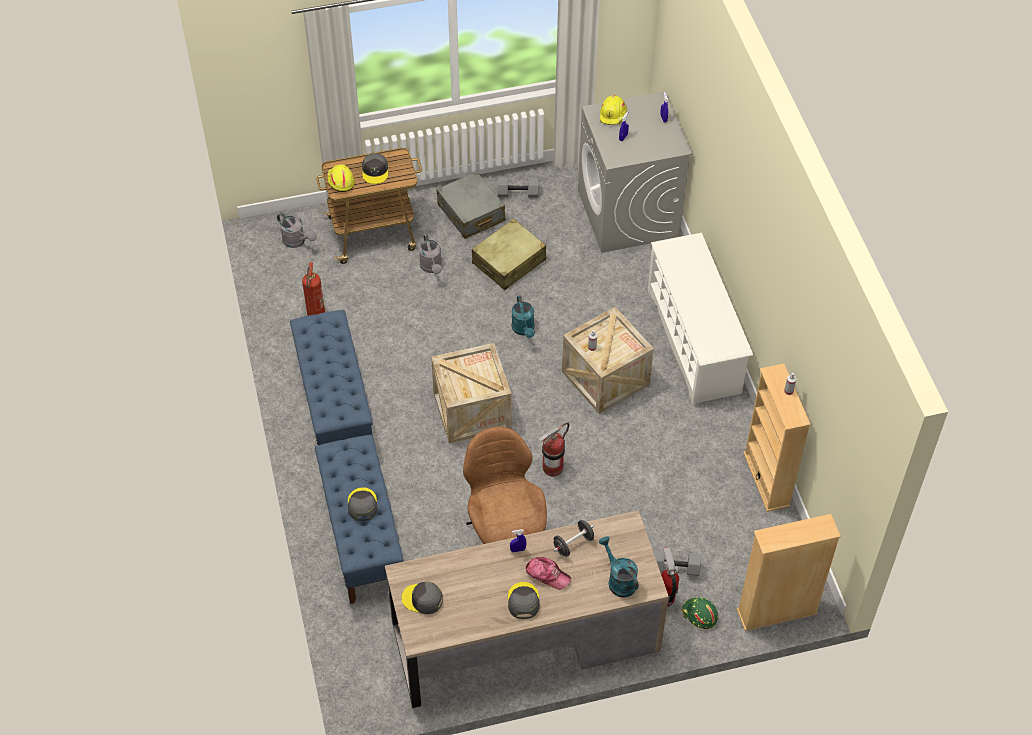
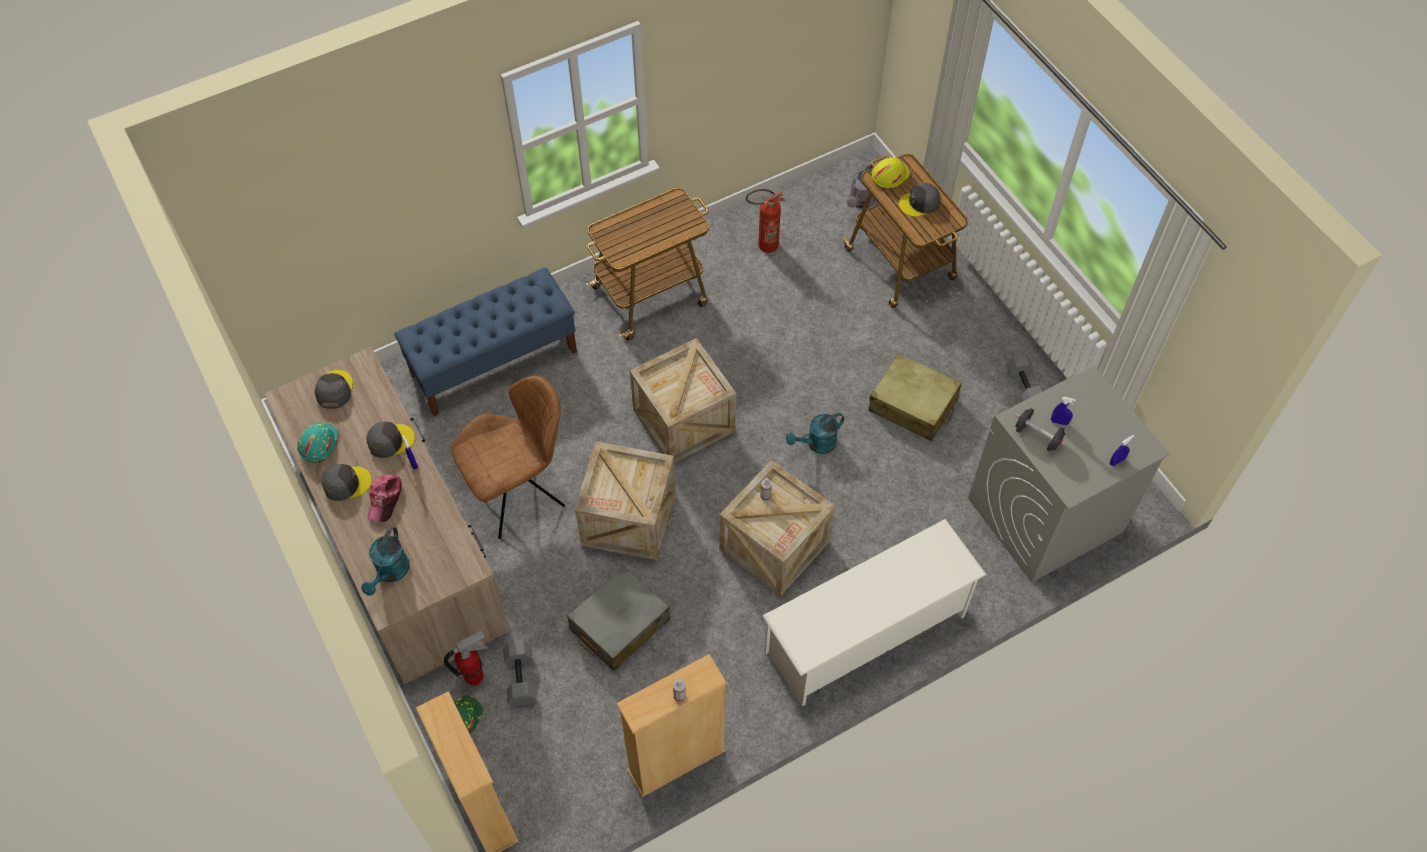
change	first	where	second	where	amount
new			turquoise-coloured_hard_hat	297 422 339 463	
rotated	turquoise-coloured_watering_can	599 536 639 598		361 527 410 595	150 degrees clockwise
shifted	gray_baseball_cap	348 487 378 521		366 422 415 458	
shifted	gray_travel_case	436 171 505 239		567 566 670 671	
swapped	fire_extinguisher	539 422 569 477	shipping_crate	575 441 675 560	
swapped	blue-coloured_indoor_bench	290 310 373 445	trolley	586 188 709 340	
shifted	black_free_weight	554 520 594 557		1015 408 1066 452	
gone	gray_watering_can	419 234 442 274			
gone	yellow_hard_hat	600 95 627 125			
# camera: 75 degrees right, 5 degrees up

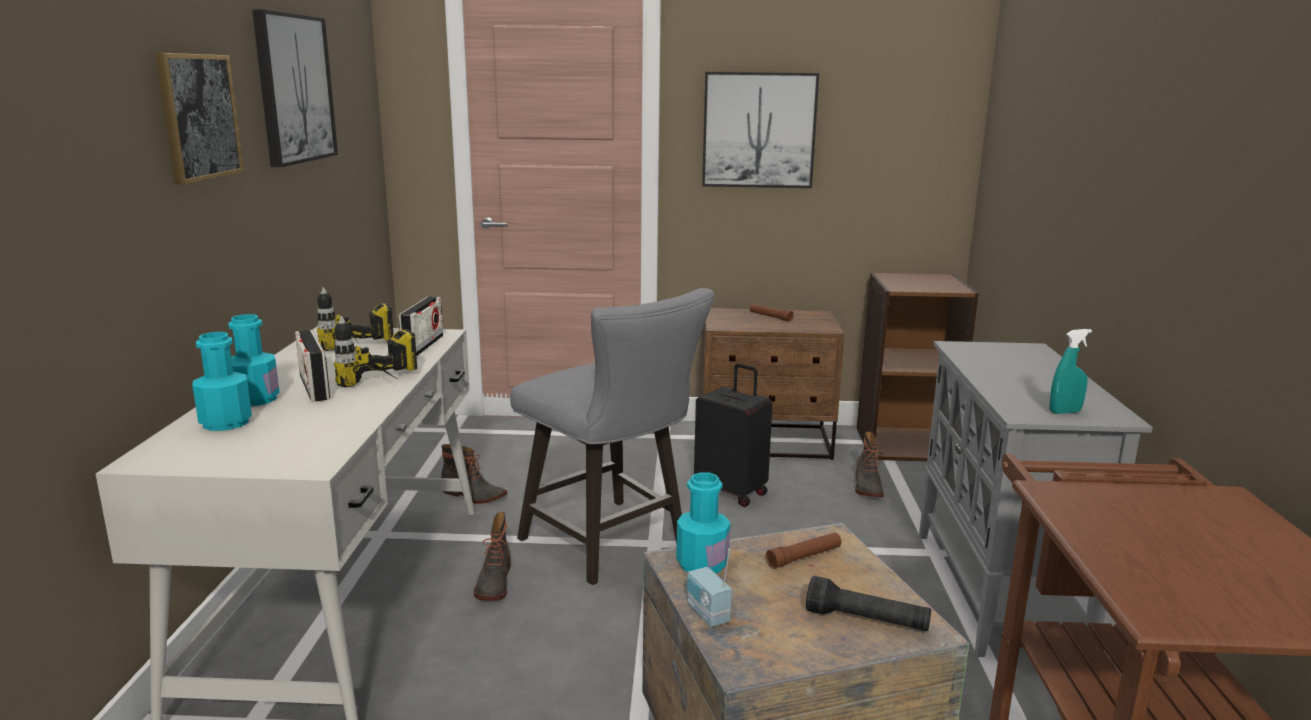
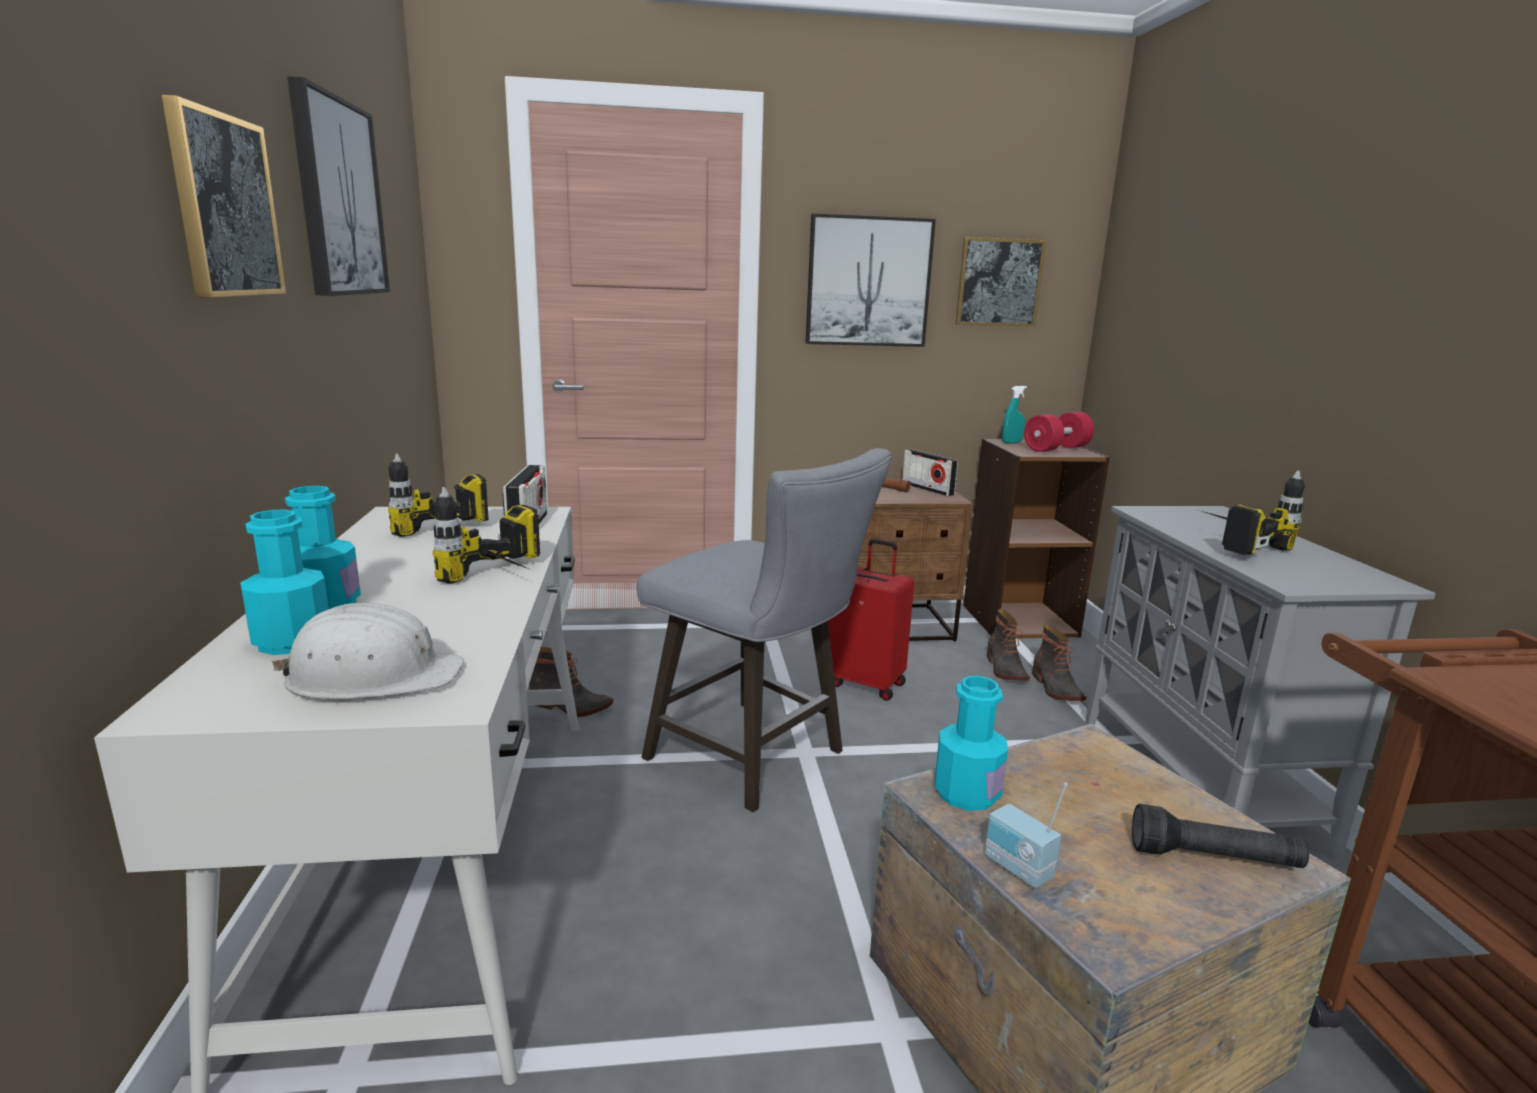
change	first	where	second	where	amount
new			white-coloured_hard_hat	272 603 464 700	
repainted	black_travel_case	694 363 773 507	red_travel_case	828 539 914 701	
shifted	radio_receiver	295 330 330 402		902 449 958 496	
new			picture	955 237 1046 327	
shifted	turquoise-coloured_sprayer	1050 329 1092 414		1002 386 1027 443	
new			red_free_weight	1024 412 1094 452	
shifted	high-top_boot	474 512 511 601		1032 625 1087 701	
new			power_drill	1202 471 1305 555	
gone	brownish_torch	766 532 841 569			
# camera: 10 degrees left, 0 degrees up

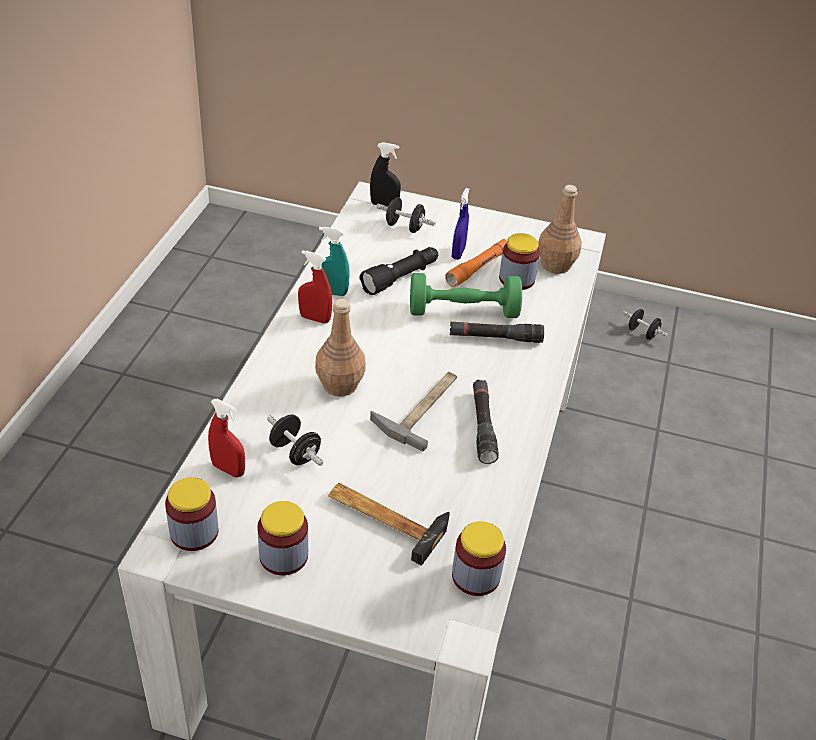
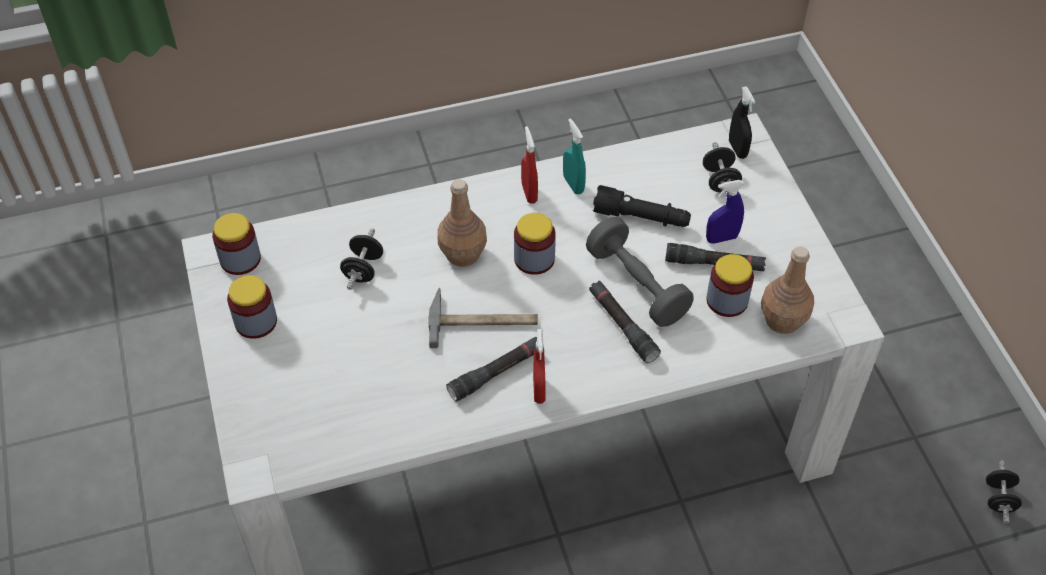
change	first	where	second	where	amount
shifted	preserve_jar	452 521 506 596		514 213 556 275	
shifted	red_sprayer	208 399 245 478		533 329 546 404	
repainted	greenish_free_weight	410 273 522 318	gray_free_weight	586 217 694 327	
repainted	orangey_torch	445 239 507 287	black_torch	665 243 766 272	
gone	hand_hammer	328 483 450 566			
# camera: 60 degrees right, 10 degrees up

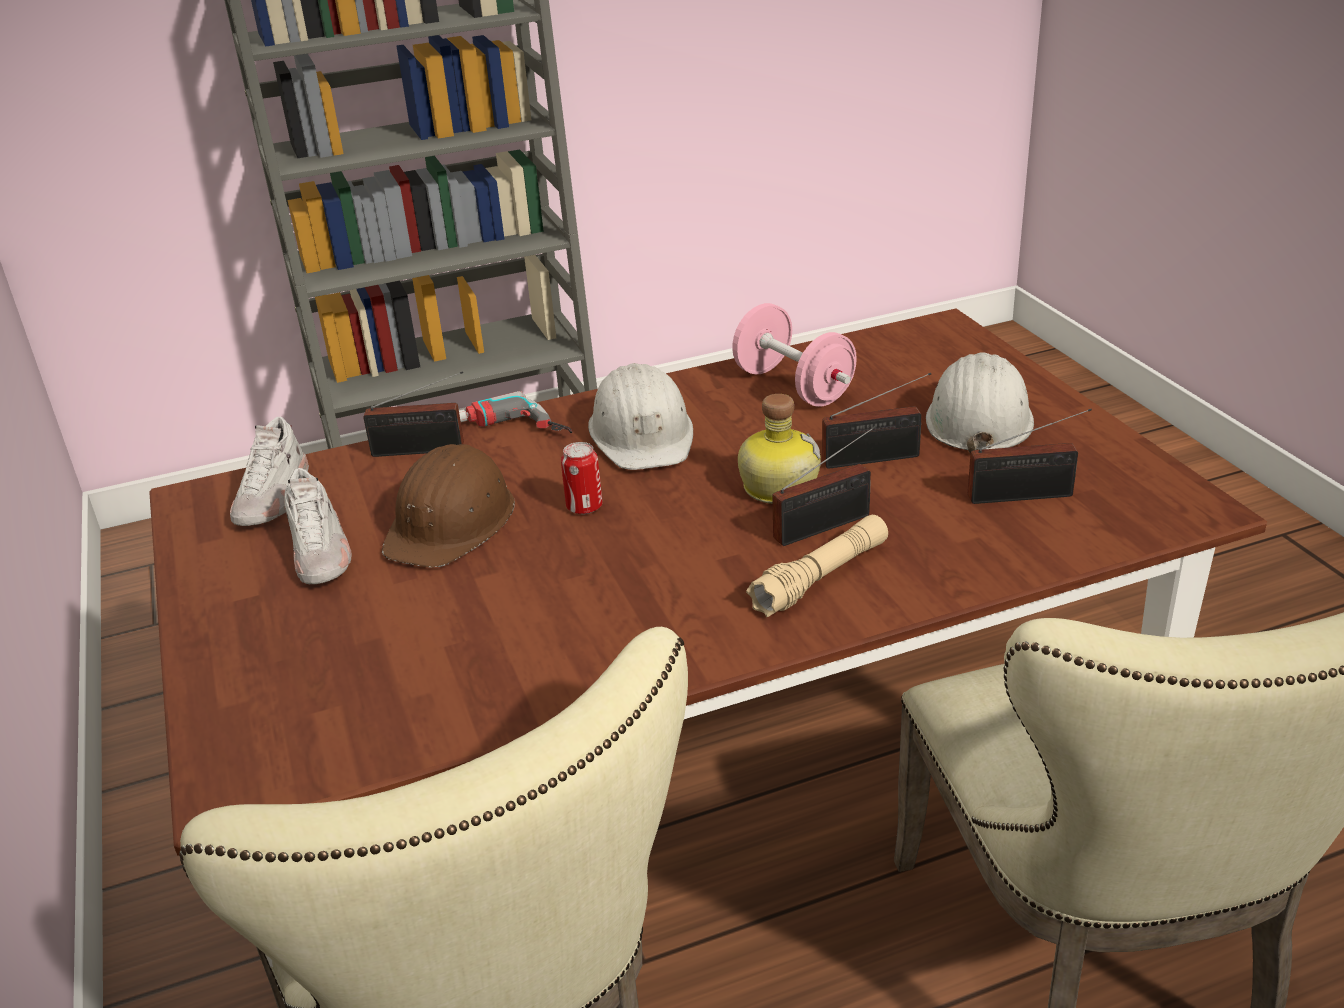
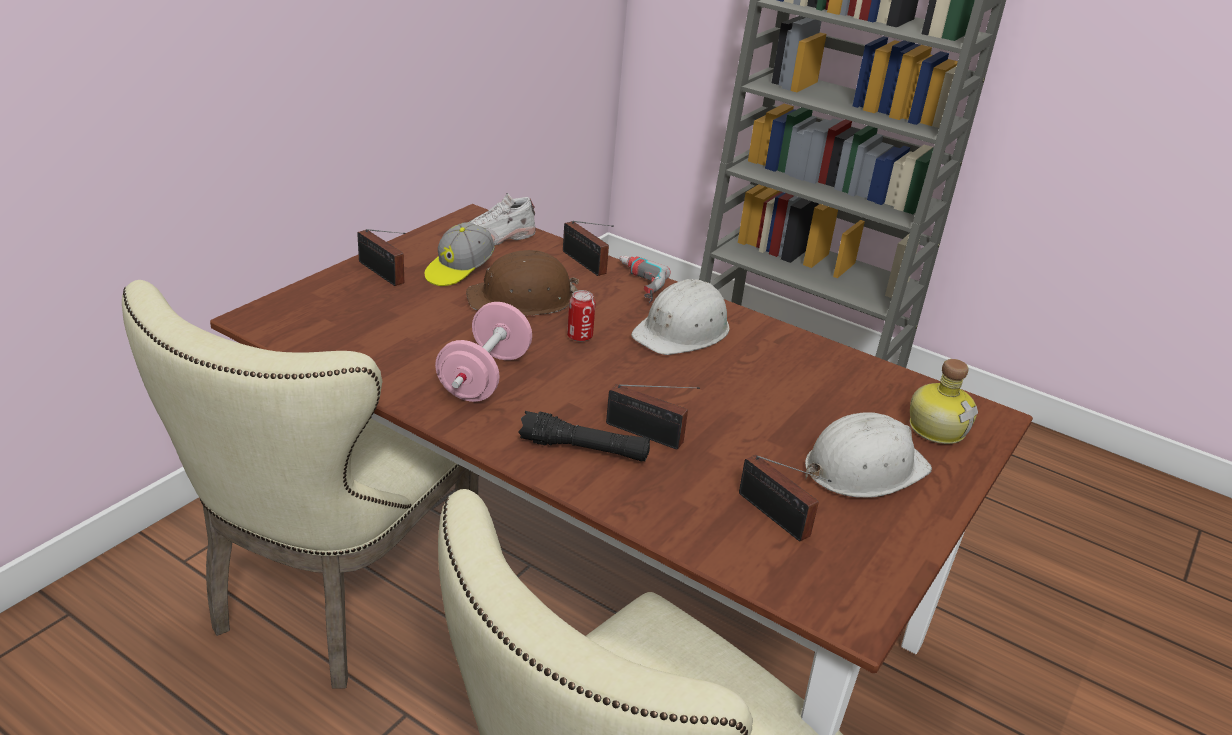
change	first	where	second	where	amount
shifted	radio_receiver	822 373 931 469		357 229 405 286	
swapped	white-coloured_shoe	284 468 352 584	baseball_cap	425 222 495 286	
shifted	pinkish_free_weight	732 303 857 407		435 302 532 402	
repainted	sand-coloured_torch	746 515 888 617	black_torch	519 411 650 462	
shifted	bottle	738 394 821 504		910 359 978 444	
# camera: 50 degrees right, 0 degrees up

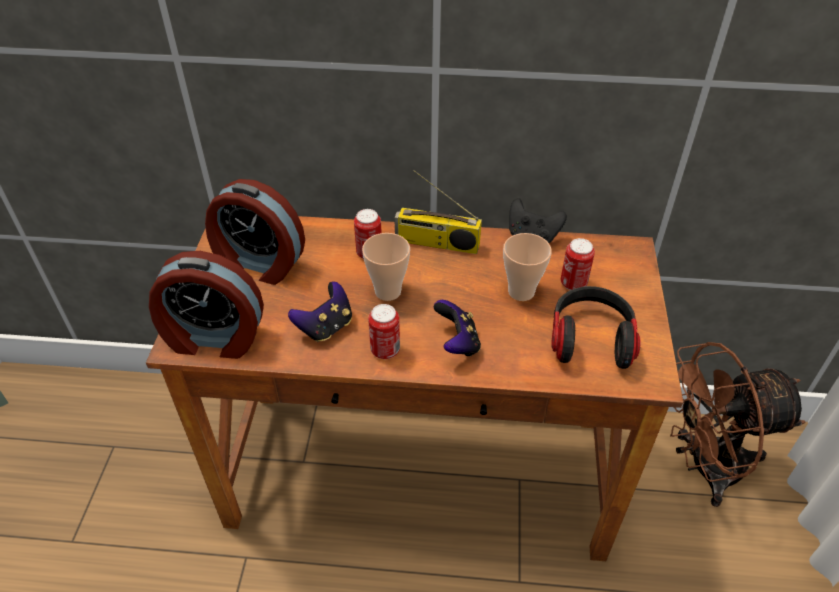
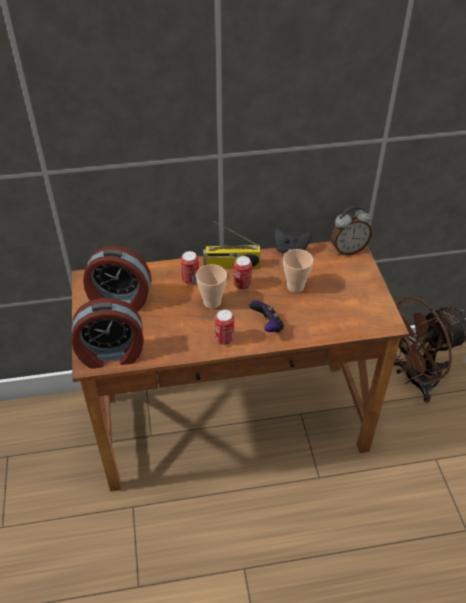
change	first	where	second	where	amount
shifted	sealed_can	561 238 595 290		234 256 252 290	
new			table_clock	331 206 372 255	
gone	gamepad	288 281 352 342			
gone	pair_of_headphones	551 286 641 369			
# camera: 15 degrees left, 0 degrees up

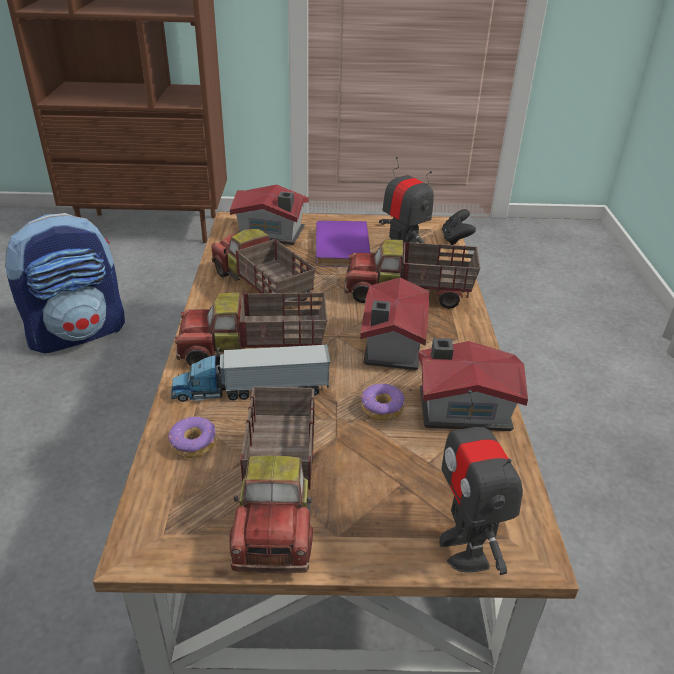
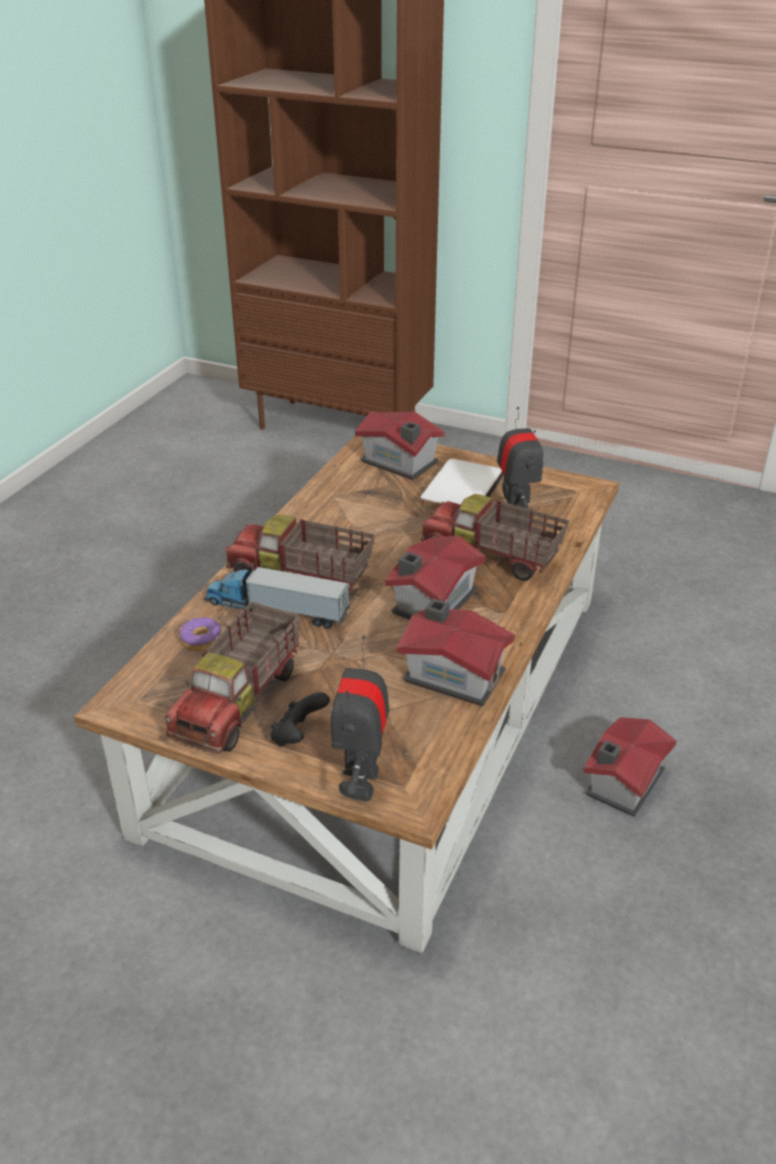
change	first	where	second	where	amount
shifted	black_gamepad	442 209 476 245		271 692 330 747	
repainted	purple-coloured_volume	316 221 370 267	white-coloured_volume	420 459 503 511	
new			model_house	583 717 676 817	
gone	backpack	5 213 125 353			
gone	toy_lorry	211 229 316 301			
gone	donut	361 384 405 421			
# camera: 25 degrees right, 0 degrees up

